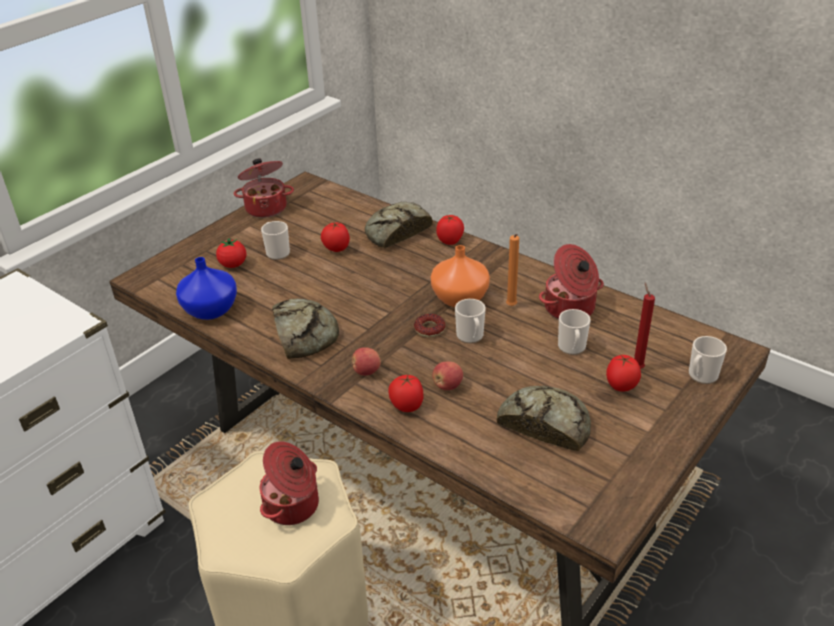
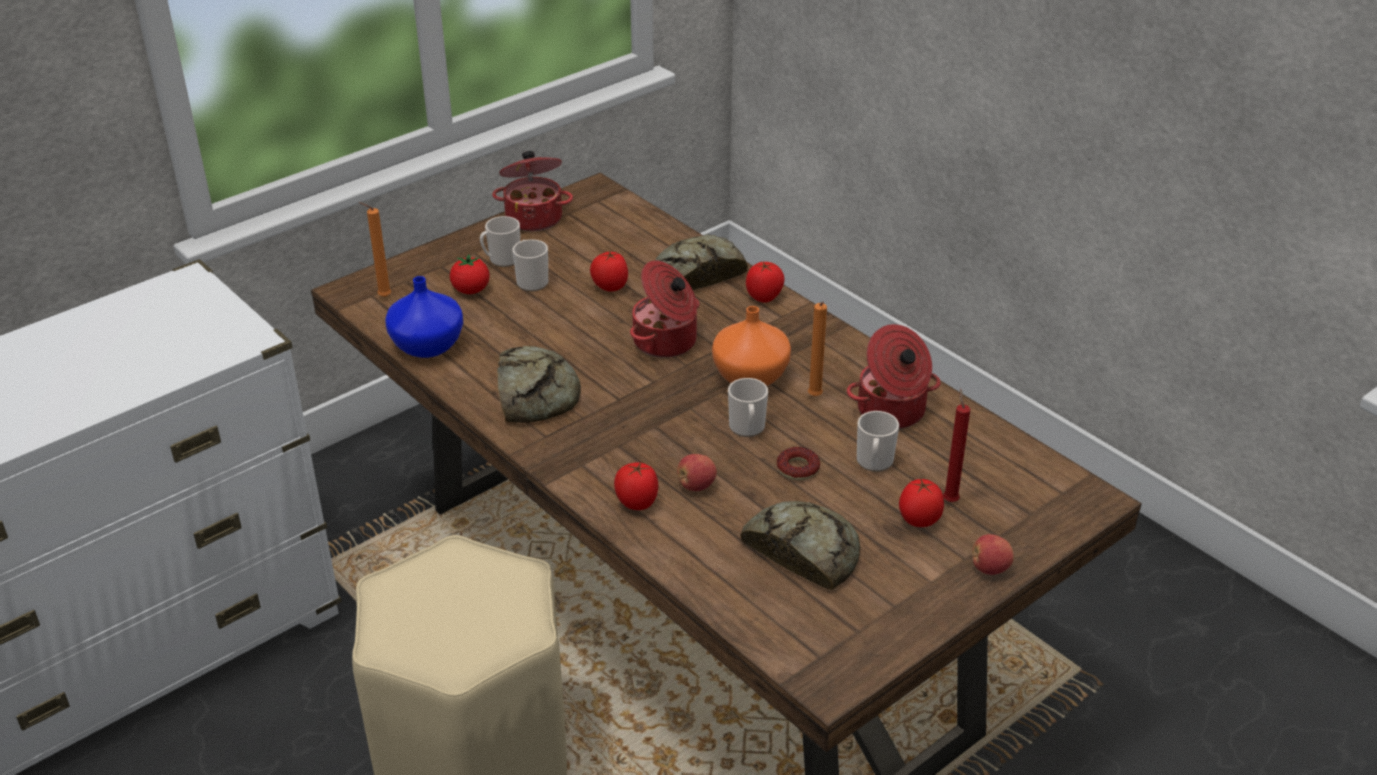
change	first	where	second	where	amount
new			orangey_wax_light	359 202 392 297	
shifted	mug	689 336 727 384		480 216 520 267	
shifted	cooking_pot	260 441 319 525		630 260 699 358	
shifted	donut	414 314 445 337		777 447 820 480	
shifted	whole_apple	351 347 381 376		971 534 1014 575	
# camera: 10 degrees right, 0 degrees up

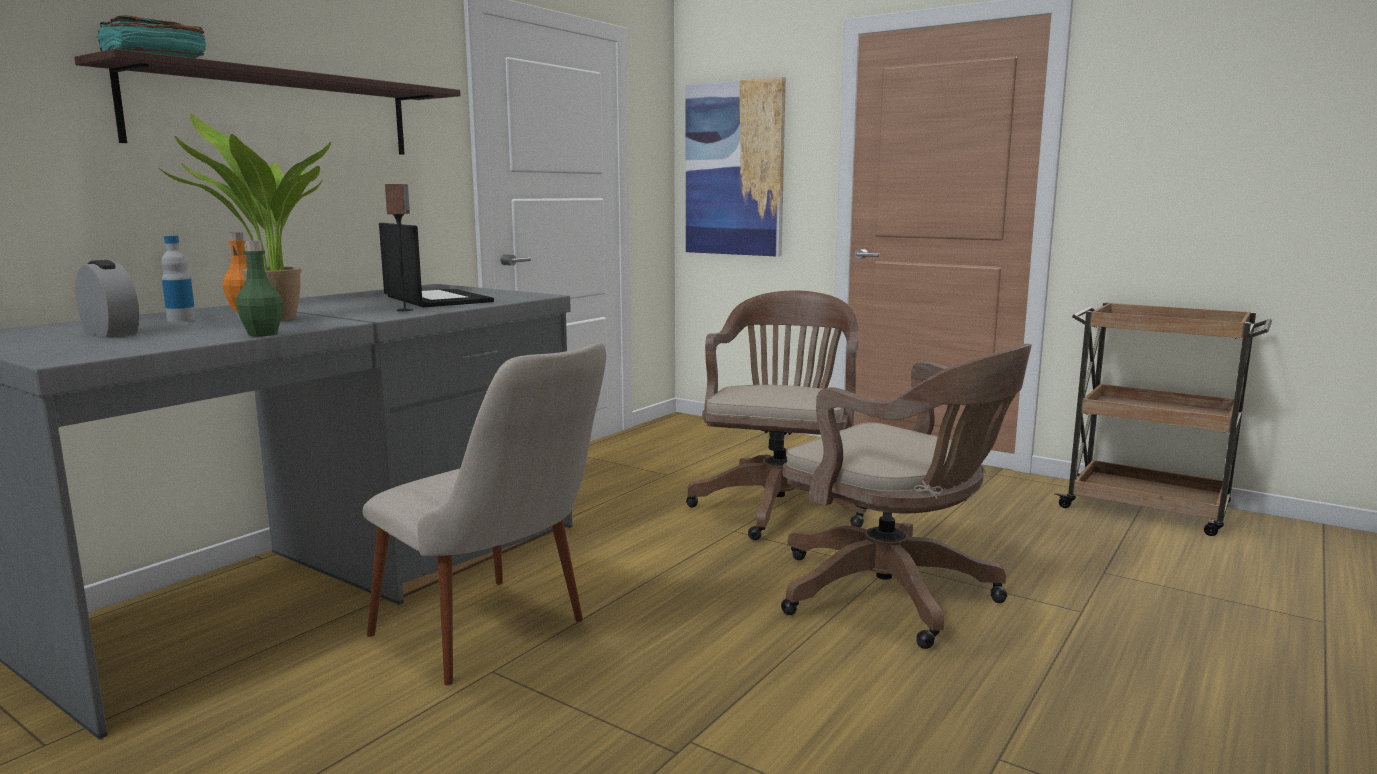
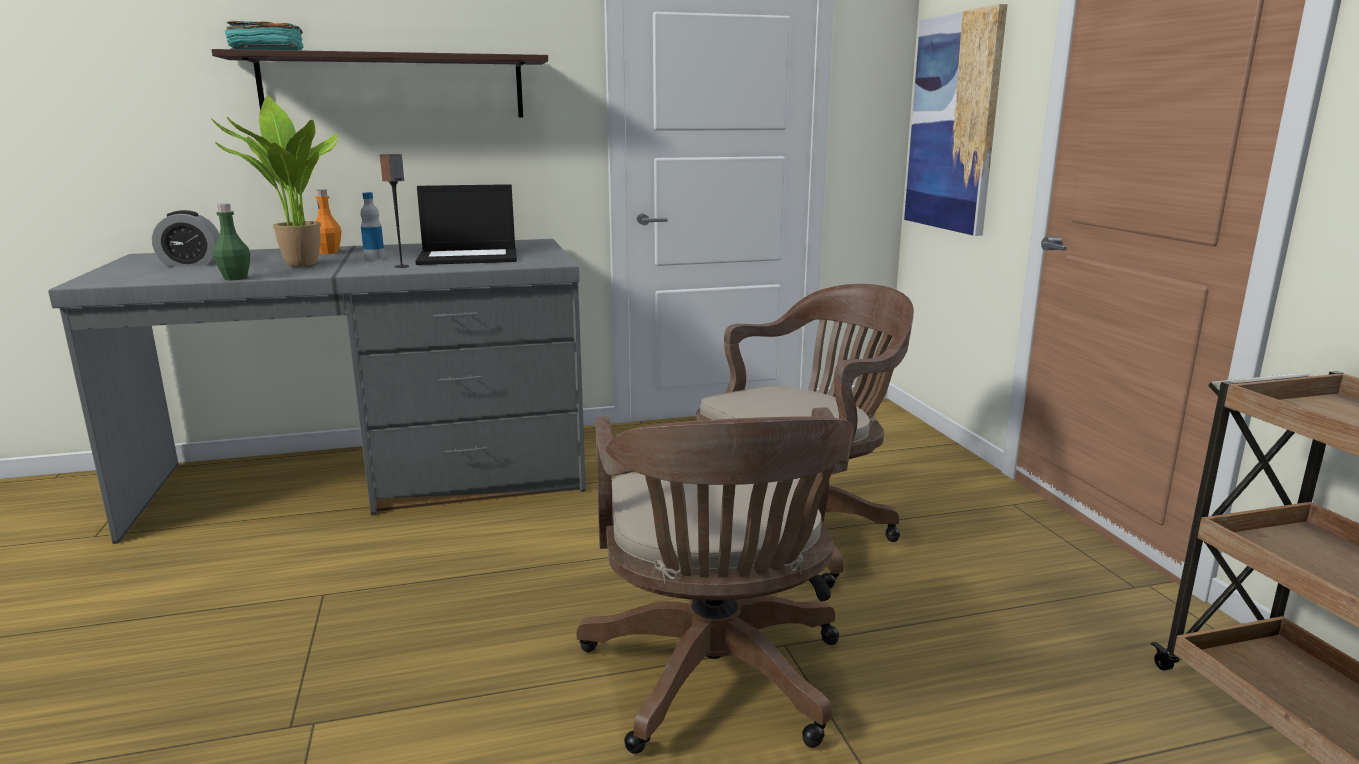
change	first	where	second	where	amount
rotated	table_clock	75 260 139 337		152 210 220 267	90 degrees clockwise
shifted	bottle	161 235 196 322		360 192 385 260	
rotated	portable_computer	379 223 494 307		415 184 517 265	75 degrees clockwise
gone	sand-coloured_chair	363 343 606 685			
# camera: 40 degrees right, 5 degrees up

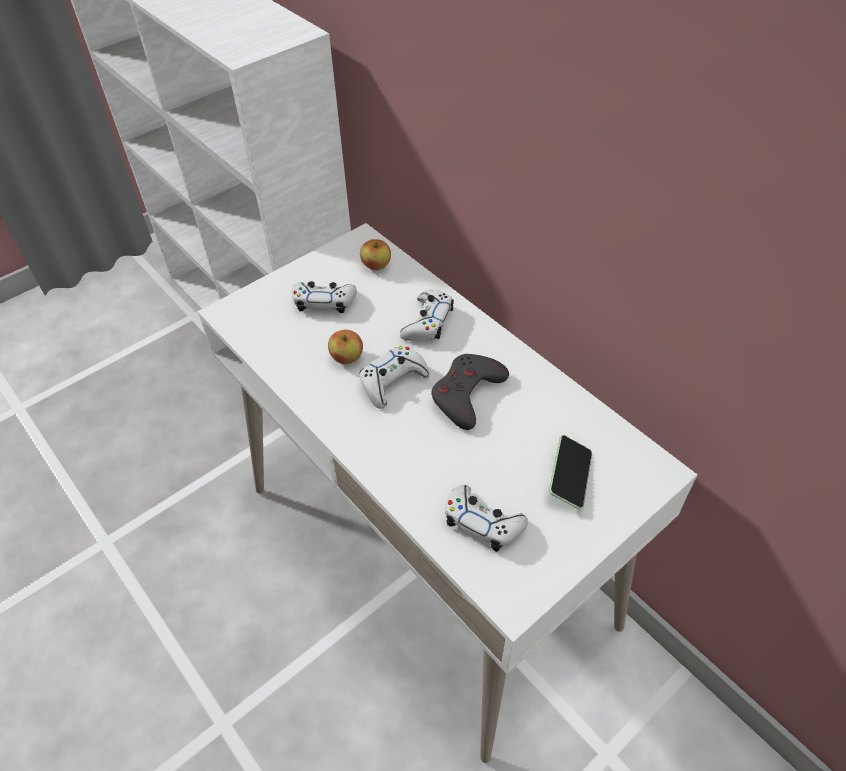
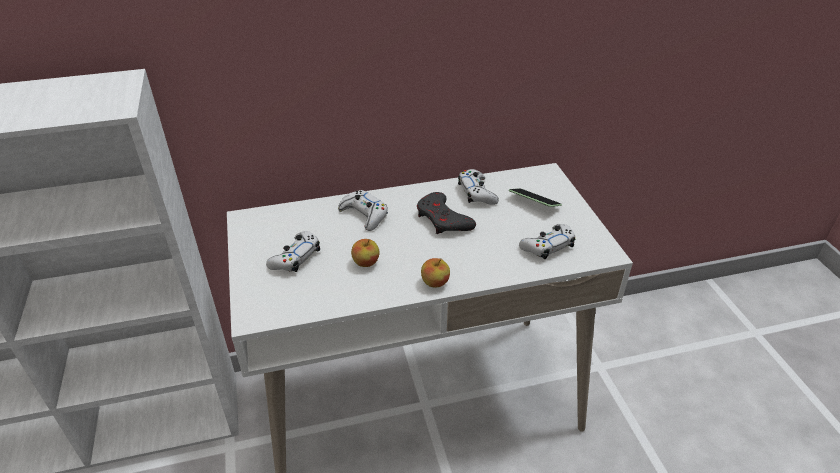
change	first	where	second	where	amount
shifted	whole_apple	360 239 391 270		421 258 450 288	
shifted	white-coloured_gamepad	360 346 430 409		458 169 499 205	
# camera: 65 degrees left, 10 degrees down

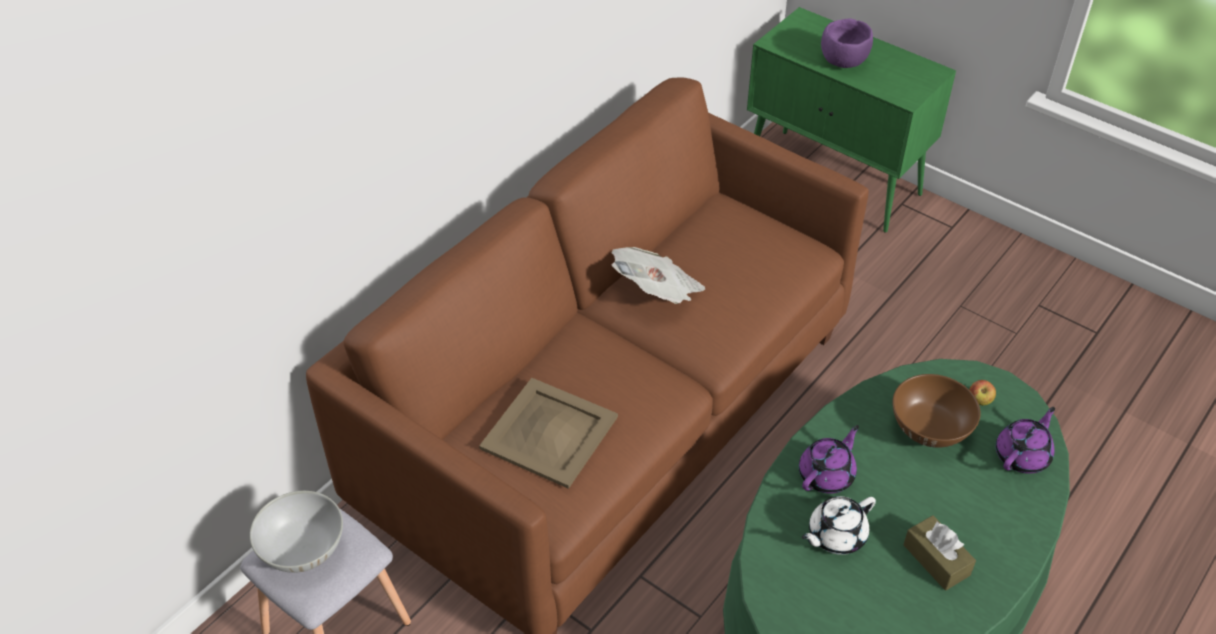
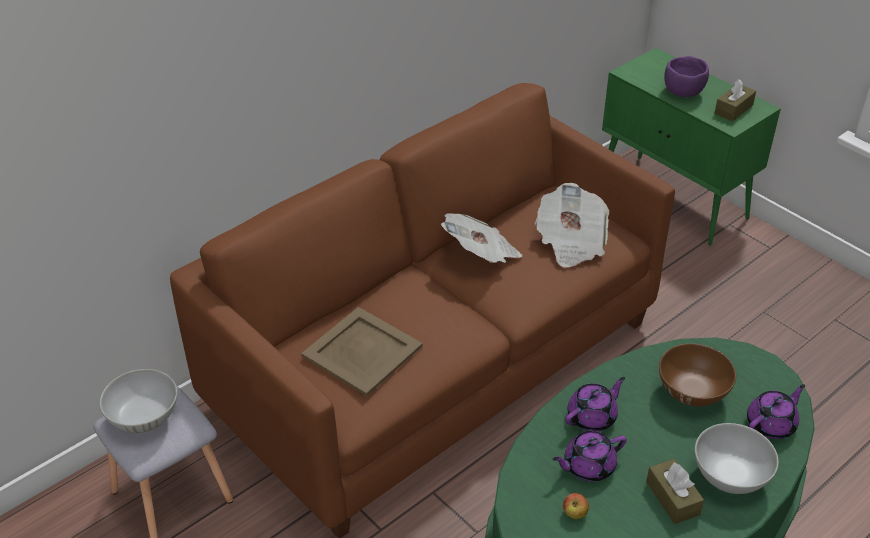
change	first	where	second	where	amount
new			printed_paper	535 183 609 268	
repainted	white-coloured_teapot	802 496 876 555	purple-coloured_teapot	552 431 626 482	
shifted	whole_apple	970 380 996 405		563 493 589 519	
new			white-coloured_bowl	695 423 779 494	
new			brownish_tissue_holder	714 79 756 122	
# camera: 10 degrees right, 5 degrees down

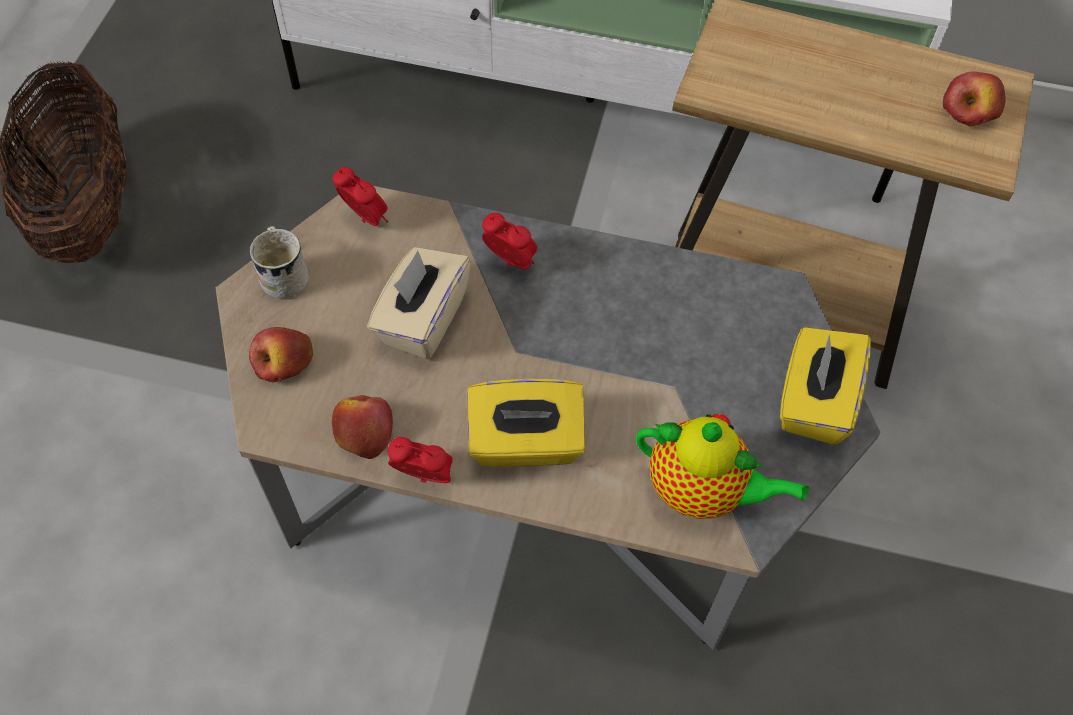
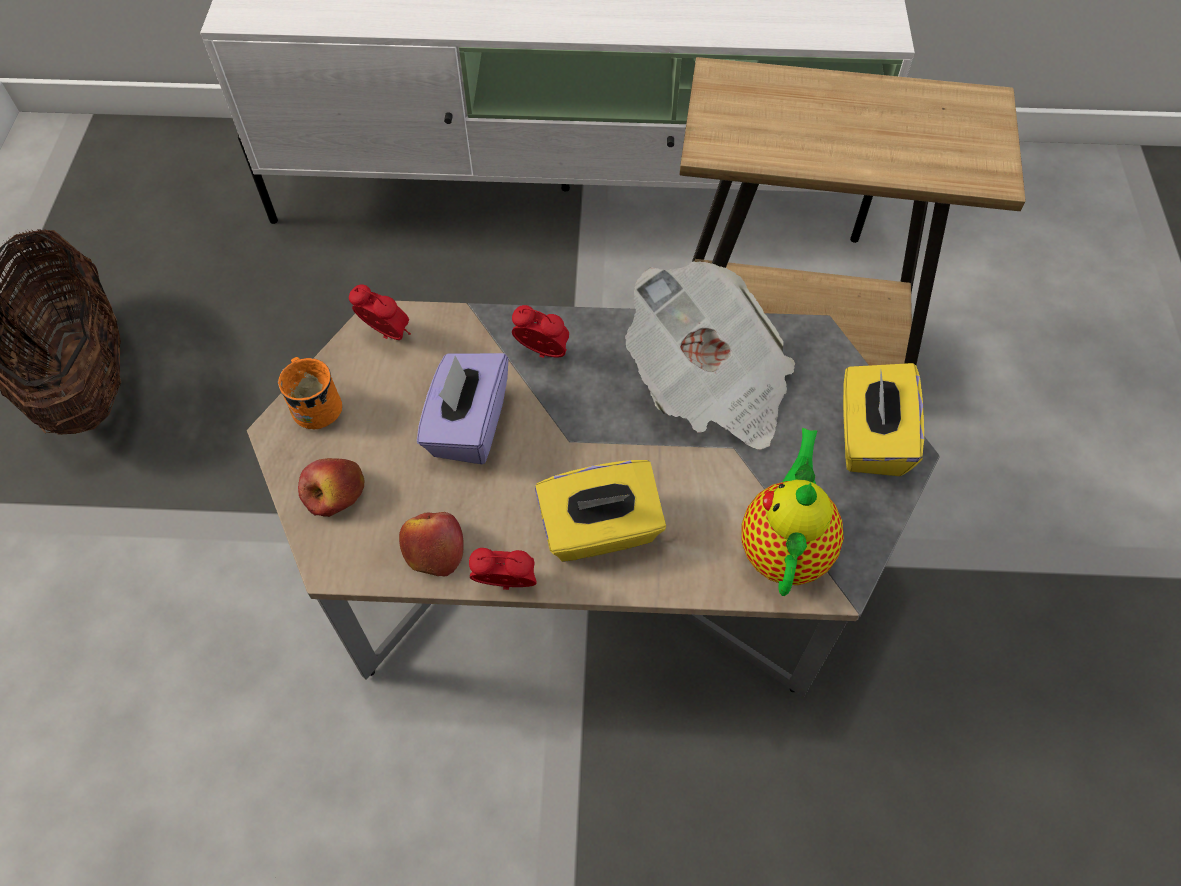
change	first	where	second	where	amount
repainted	white-coloured_mug	249 226 309 298	orangey_mug	278 357 342 429	
repainted	sand-coloured_tissue_holder	367 247 471 359	purple-coloured_tissue_holder	417 353 509 464	
new			printed_paper	625 261 795 450	
rotated	teapot	636 414 809 519		741 428 844 596	90 degrees counterclockwise
gone	whole_apple	943 72 1006 126			
# camera: 10 degrees left, 0 degrees up

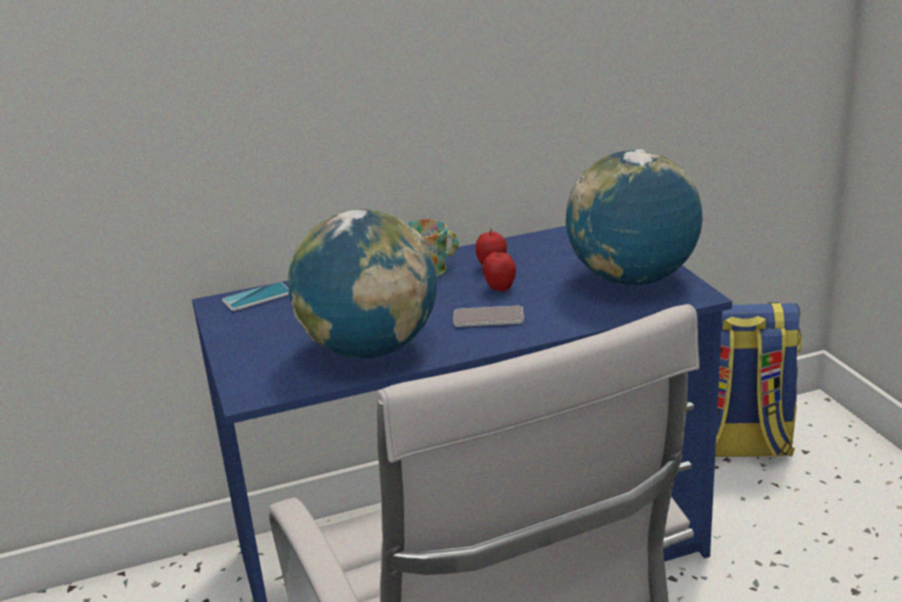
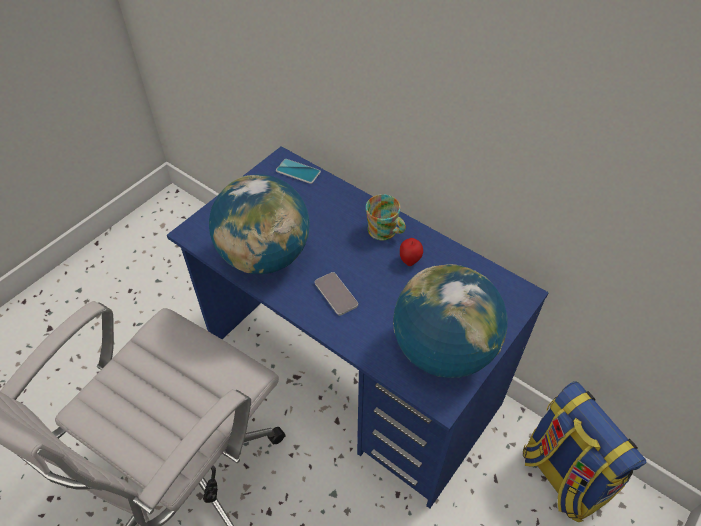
change	first	where	second	where	amount
gone	whole_apple	482 248 516 291			
# camera: 55 degrees right, 25 degrees up

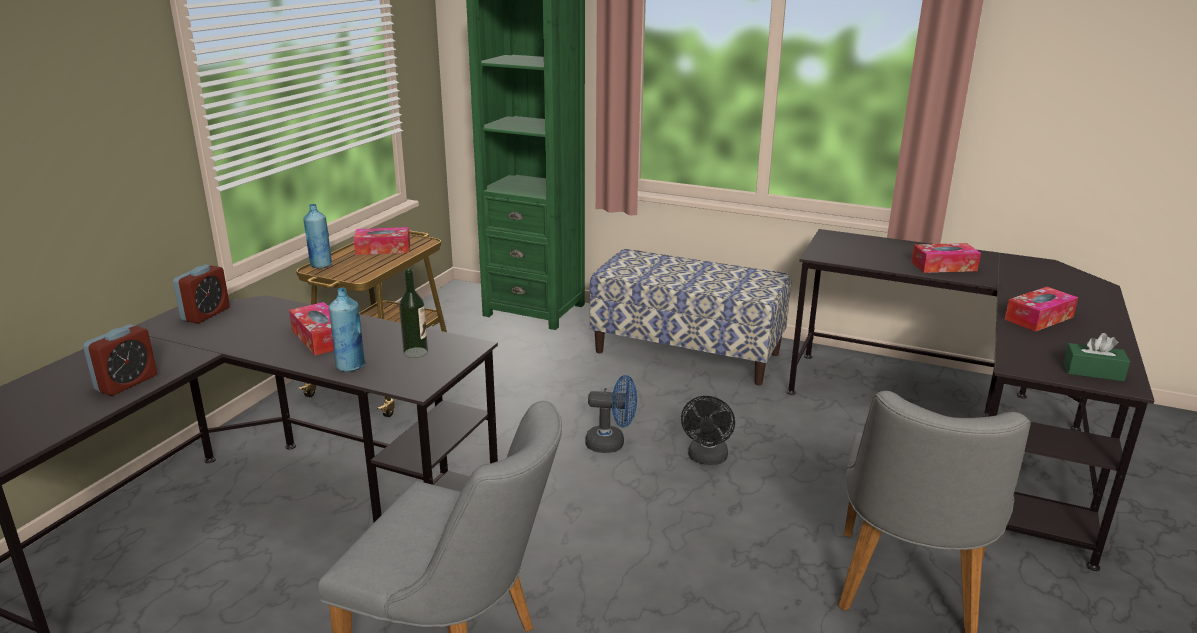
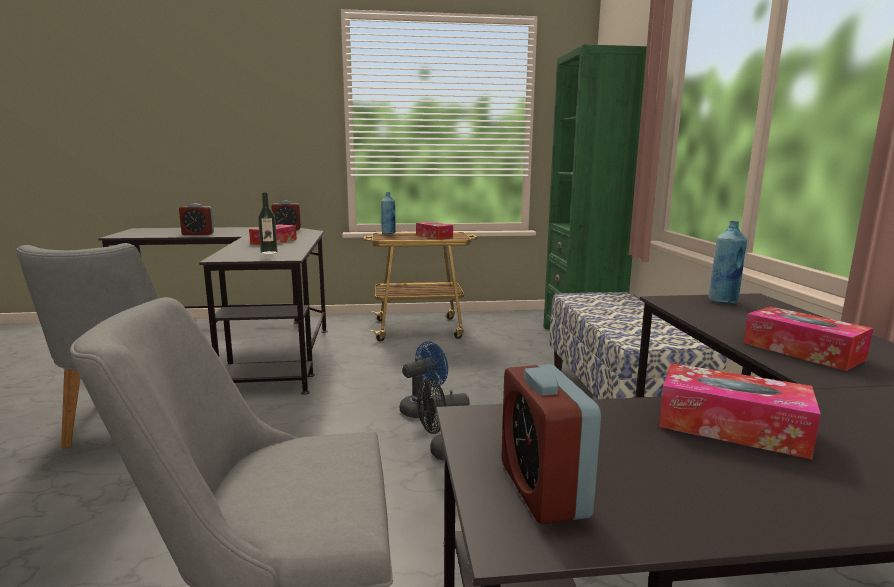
change	first	where	second	where	amount
rotated	blue-coloured_fan	585 375 637 453		400 341 448 418	105 degrees counterclockwise
swapped	greenish_tissue_holder	1063 333 1130 382	table_clock	501 364 601 525	
shifted	blue-coloured_bottle	329 287 365 372		708 221 747 304	
# camera: 60 degrees right, 10 degrees down

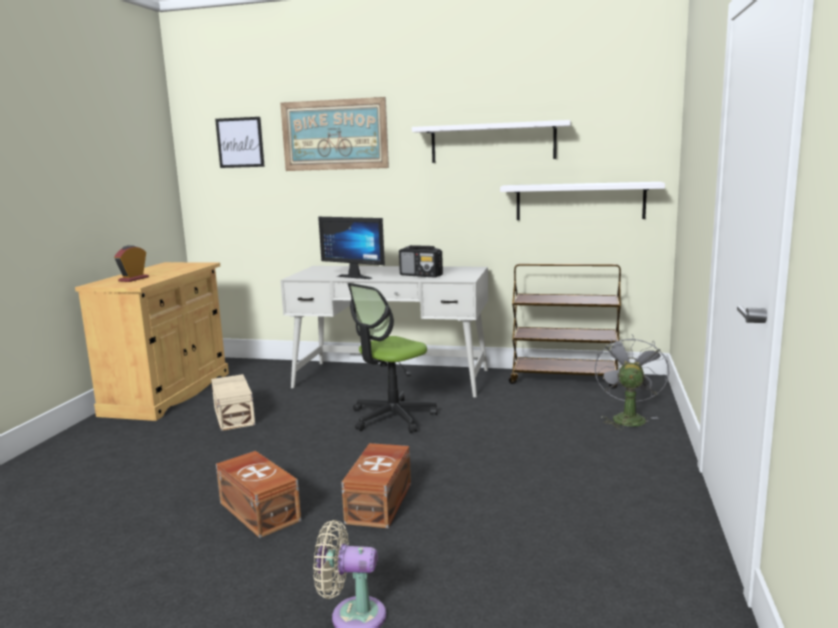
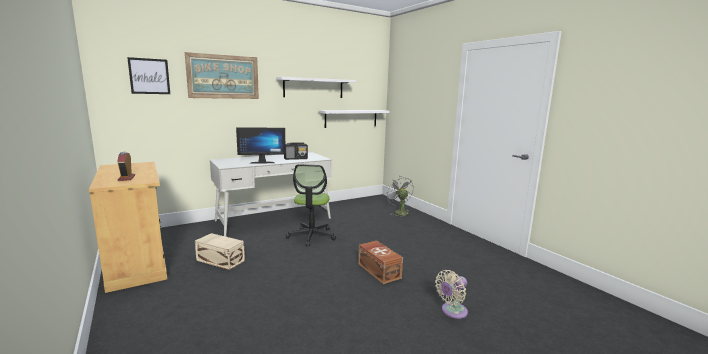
change	first	where	second	where	amount
gone	brownish_storage_container	216 451 301 538			
gone	brownish_trolley	509 264 621 389			
# camera: 45 degrees left, 0 degrees up

